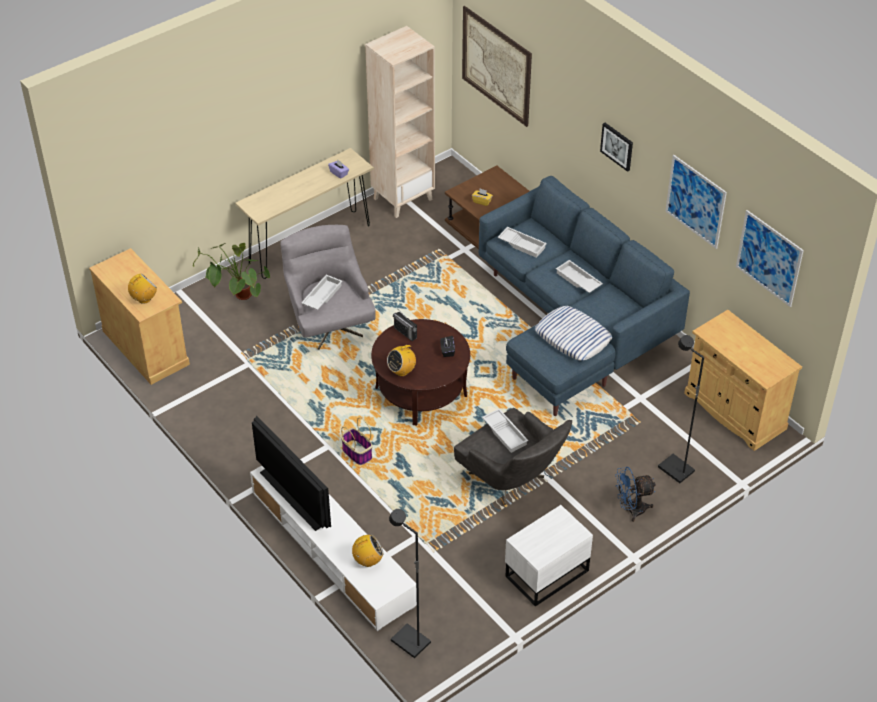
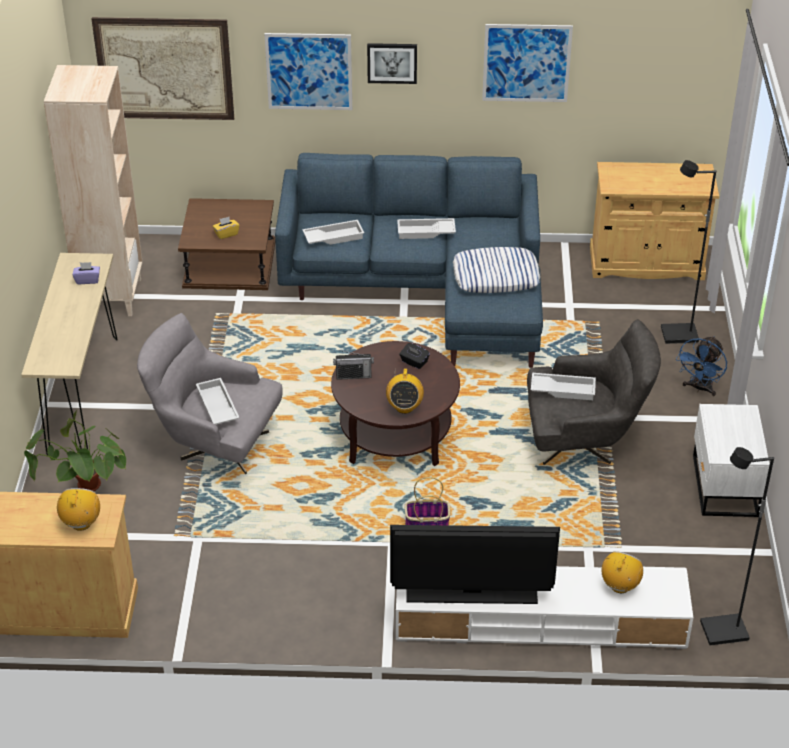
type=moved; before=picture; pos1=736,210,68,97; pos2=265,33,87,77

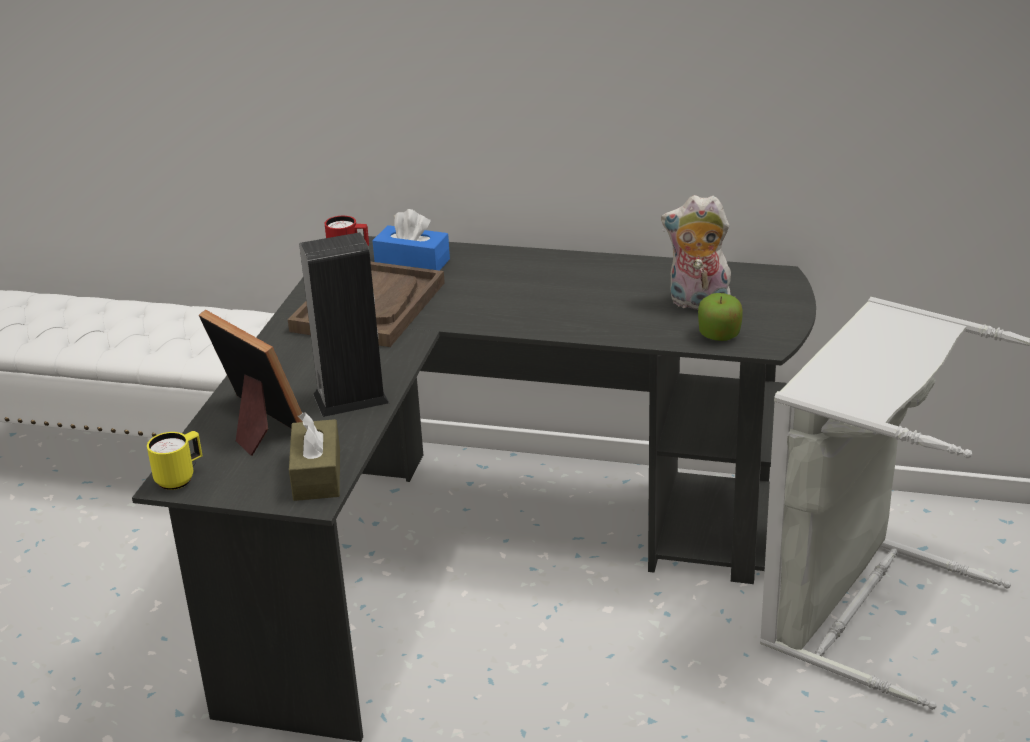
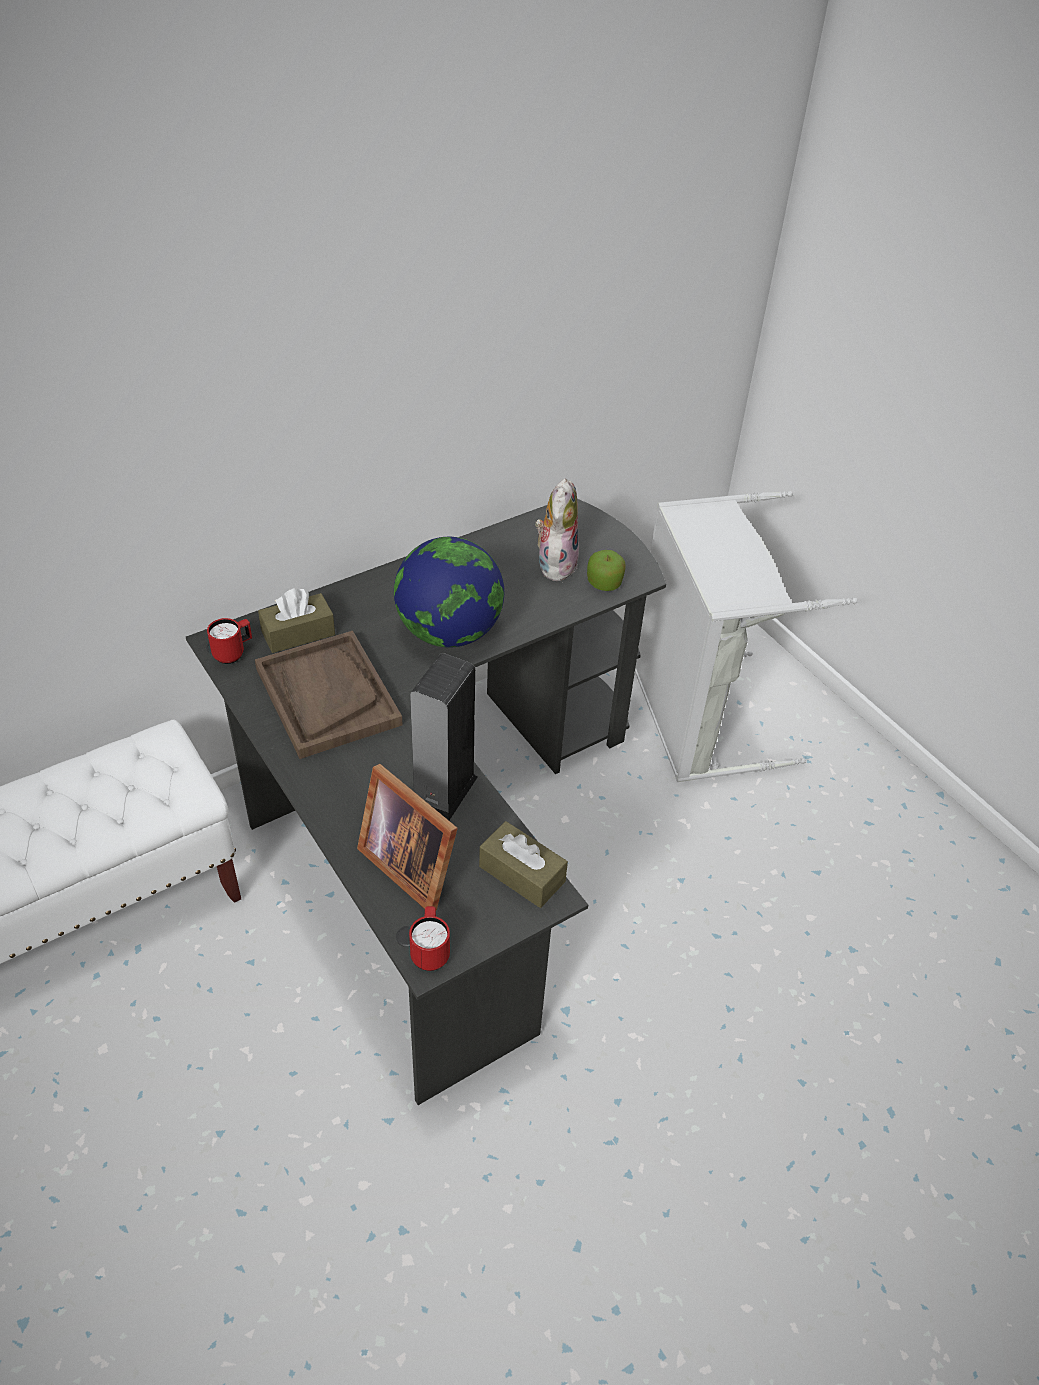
type=recoloured; before=tissue box (blue); after=tissue box (brown); pos1=372,209,78,62; pos2=258,588,77,65
type=turned; before=picture frame; pos1=199,310,104,146; pos2=357,764,101,146; turn=-135
type=added; after=globe; pos2=394,537,110,110
type=recoloured; before=mug (yellow); after=mug (red); pos1=147,431,56,59; pos2=409,906,41,65
type=turned; before=plush toy; pos1=661,195,73,115; pos2=535,478,44,103; turn=135

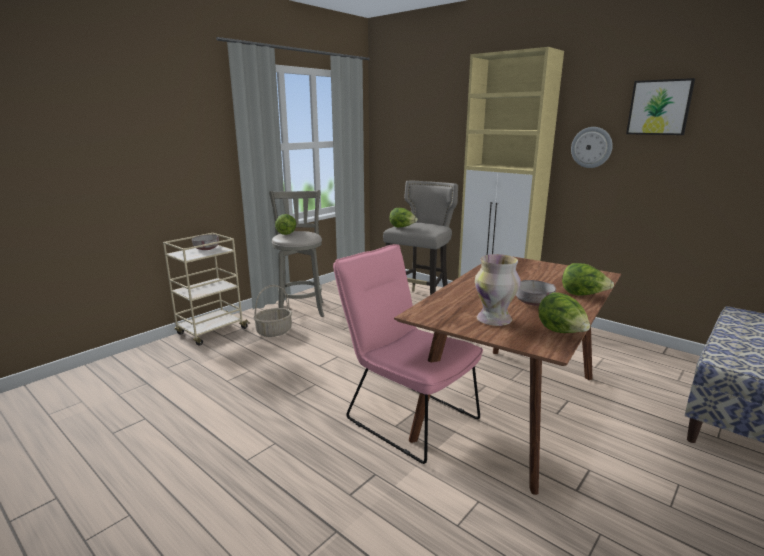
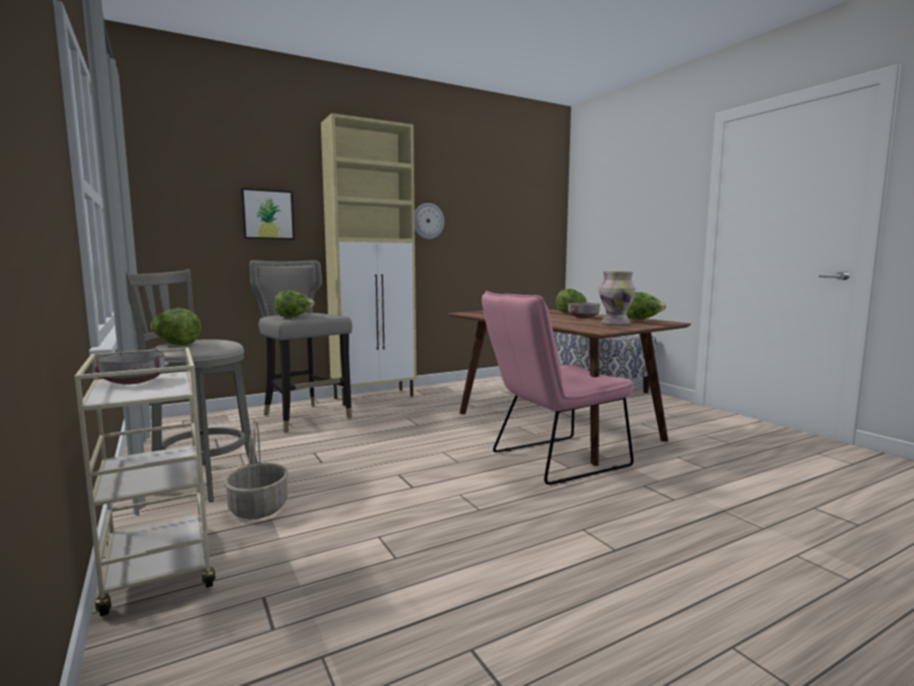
type=moved; before=picture; pos1=626,78,69,57; pos2=241,188,54,52

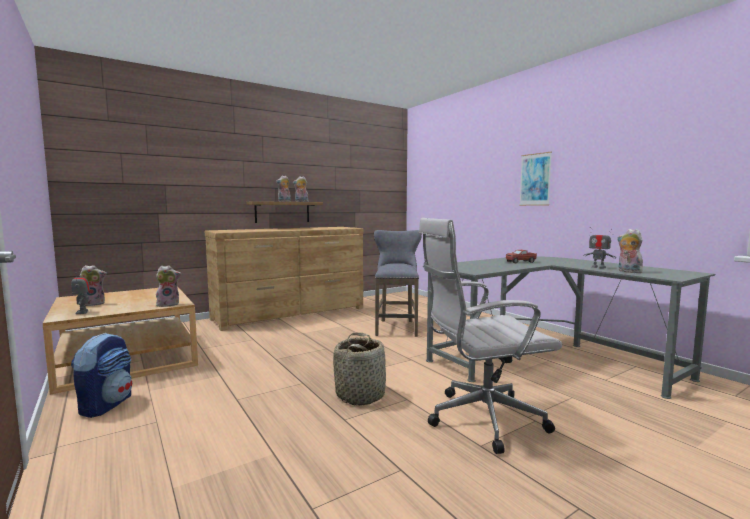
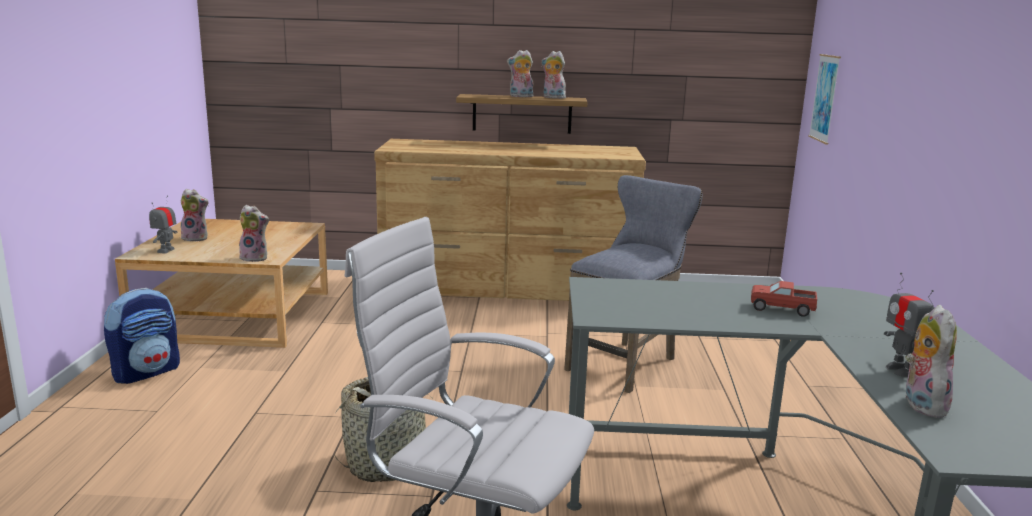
type=moved; before=picture; pos1=519,152,33,54; pos2=808,54,33,91

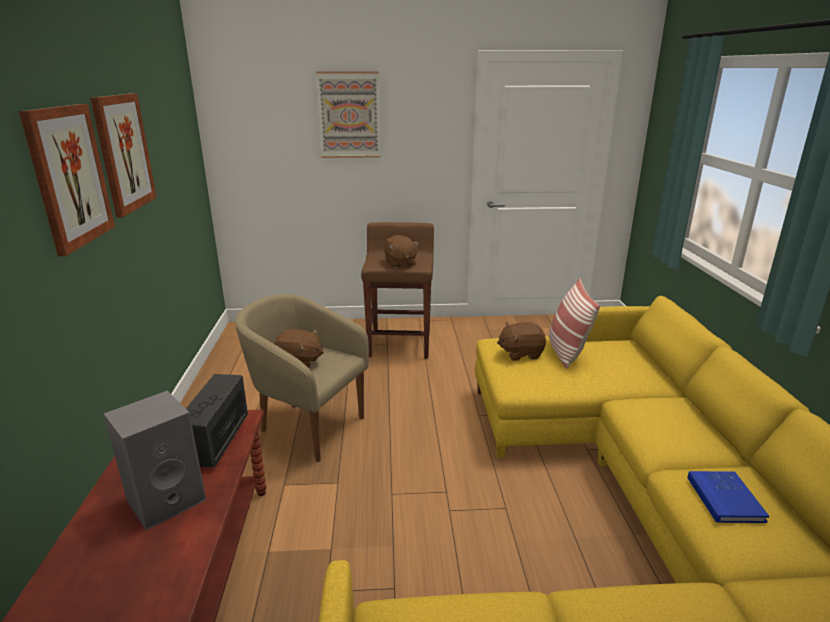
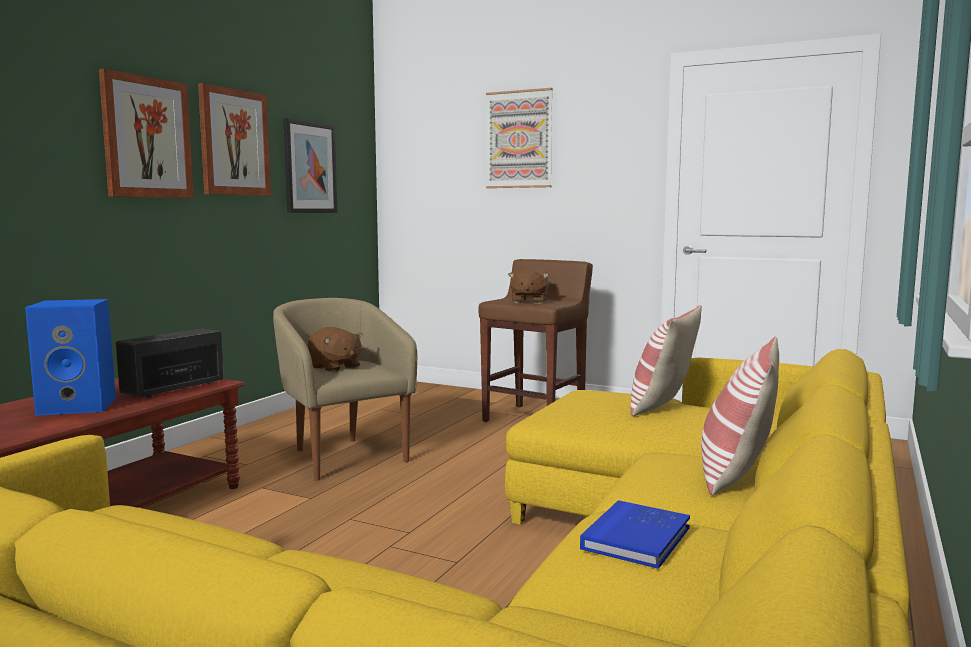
type=recoloured; before=speaker (grey); after=speaker (blue); pos1=104,390,102,140; pos2=25,299,91,117
type=added; after=picture; pos2=283,118,55,95
type=added; after=pillow; pos2=701,337,78,158
type=removed; before=plush toy (brown); pos1=497,322,49,39

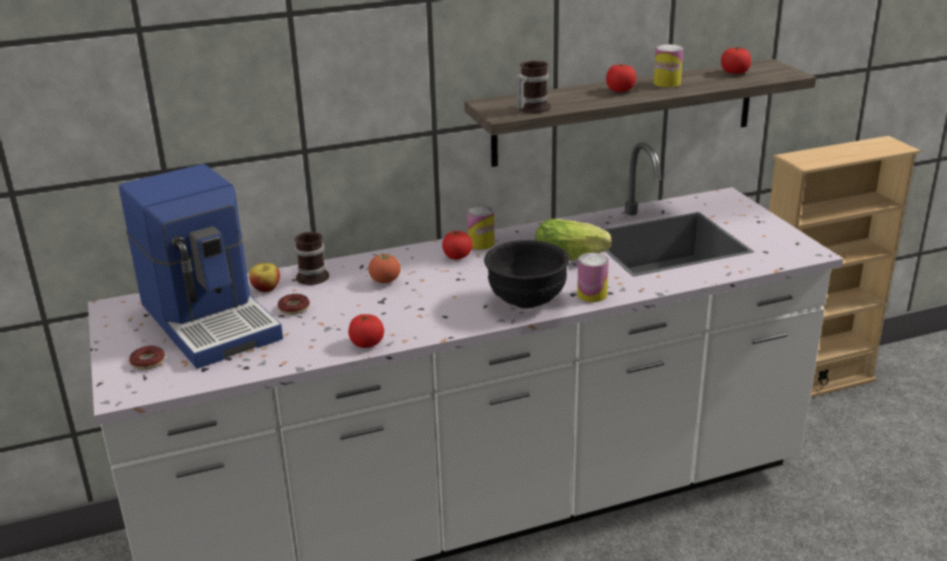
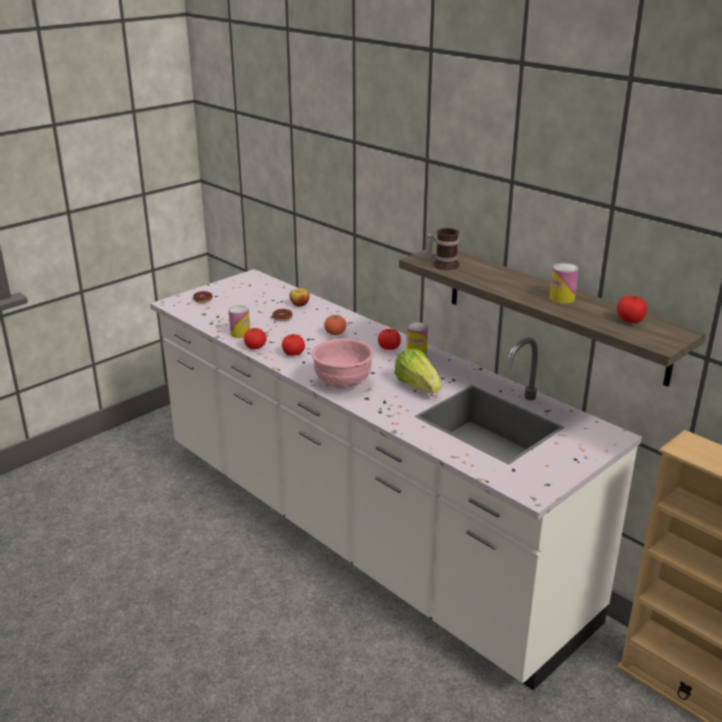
type=moved; before=can; pos1=577,253,32,49; pos2=229,305,21,33
type=moved; before=tomato; pos1=606,64,30,28; pos2=282,333,23,23
type=recoloured; before=bowl (black); after=bowl (pink); pos1=484,240,86,69; pos2=311,339,63,50
type=removed; before=coffee machine; pos1=119,164,164,205
type=removed; before=mug; pos1=294,232,35,53

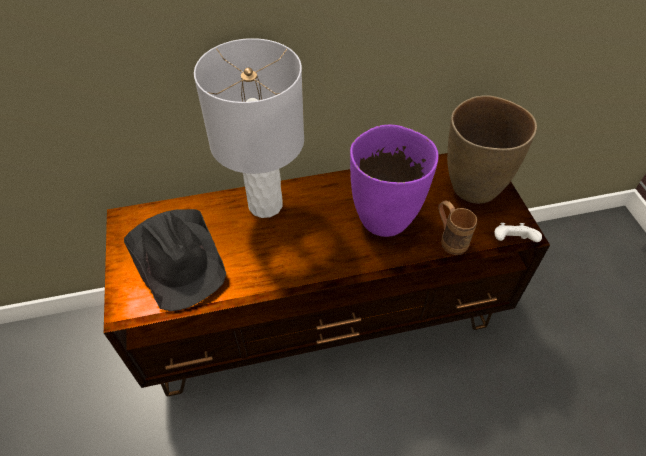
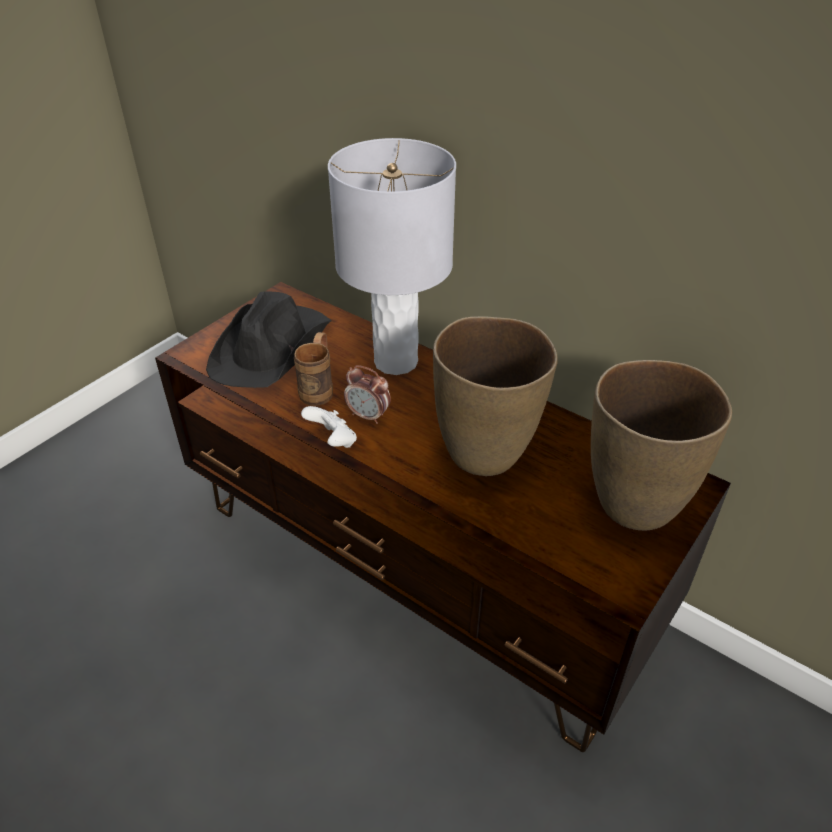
type=moved; before=mug (brown); pos1=438,200,39,55; pos2=294,332,39,74
type=moved; before=game controller (white); pos1=494,223,48,19; pos2=301,406,56,42
type=added; after=alarm clock; pos2=344,365,47,59
type=recoloured; before=vase (purple); after=vase (brown); pos1=350,125,88,112; pos2=433,316,125,160

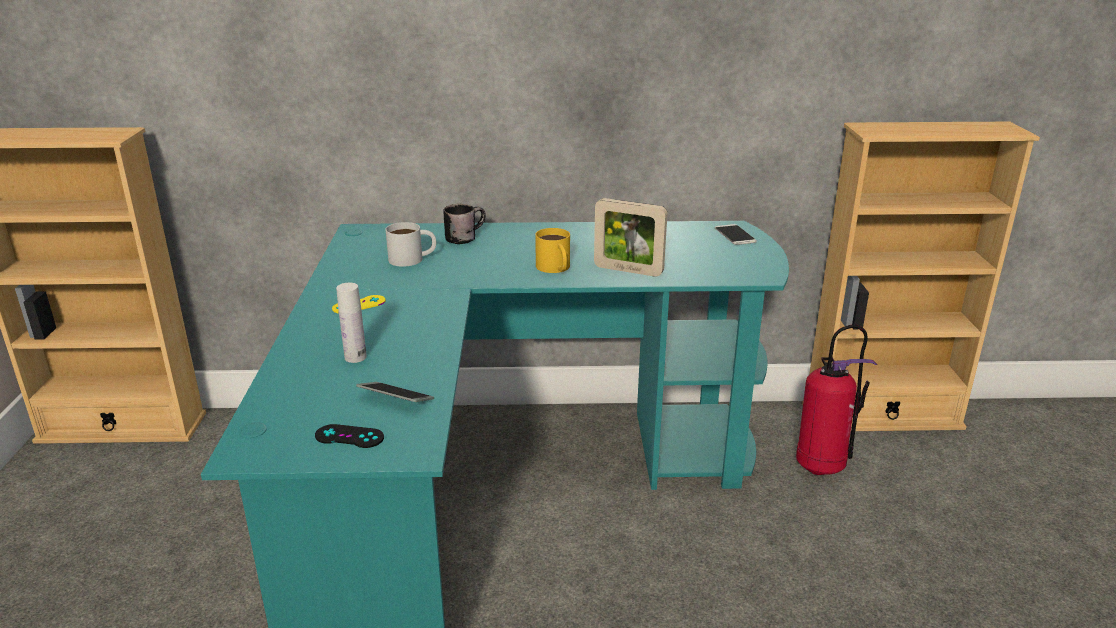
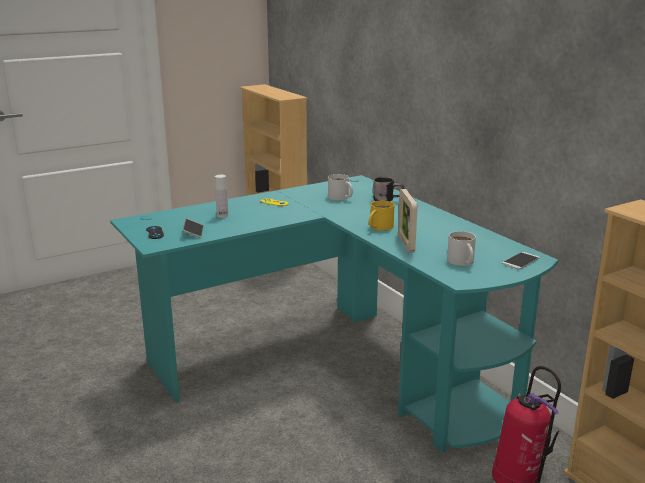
type=added; after=mug (white); pos2=447,231,29,35

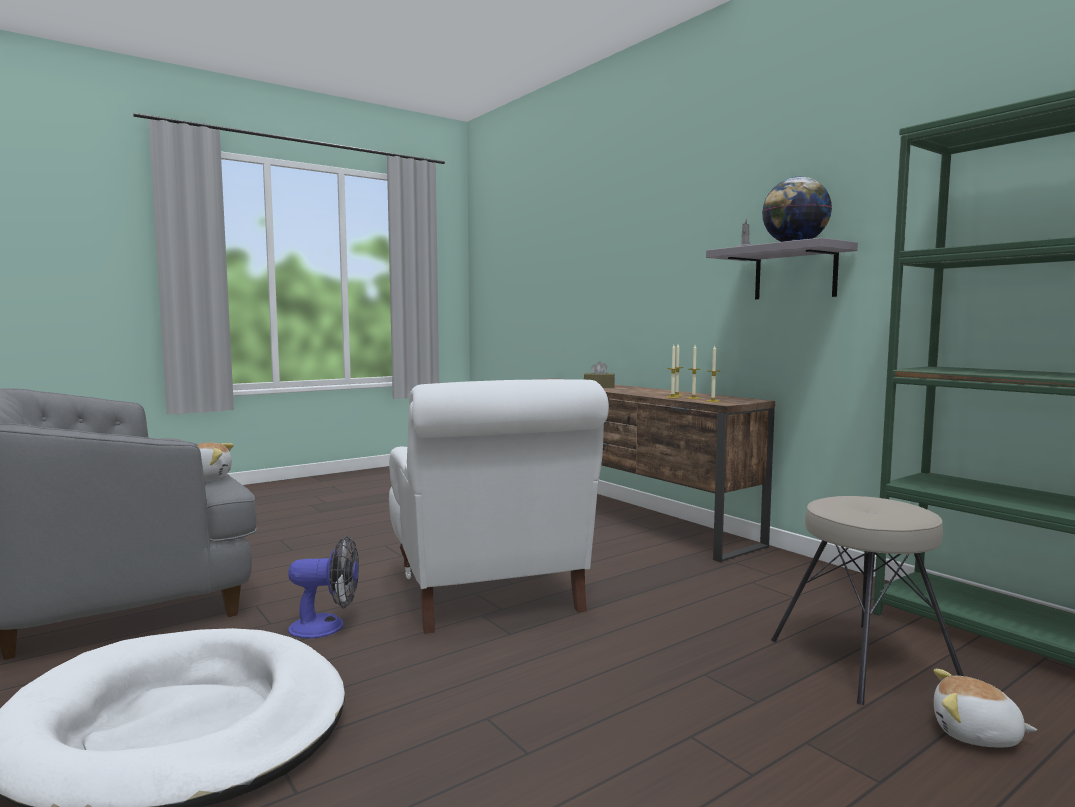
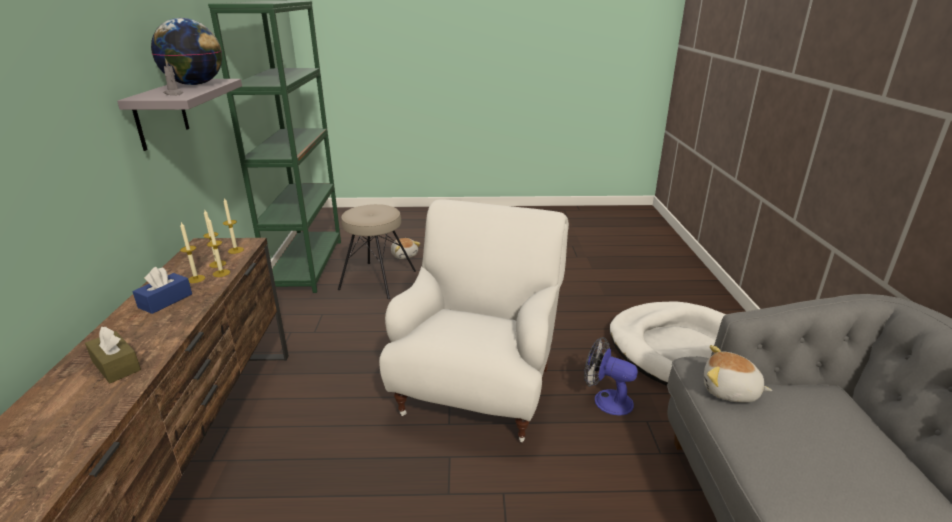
type=added; after=tissue box (blue); pos2=132,267,60,47

